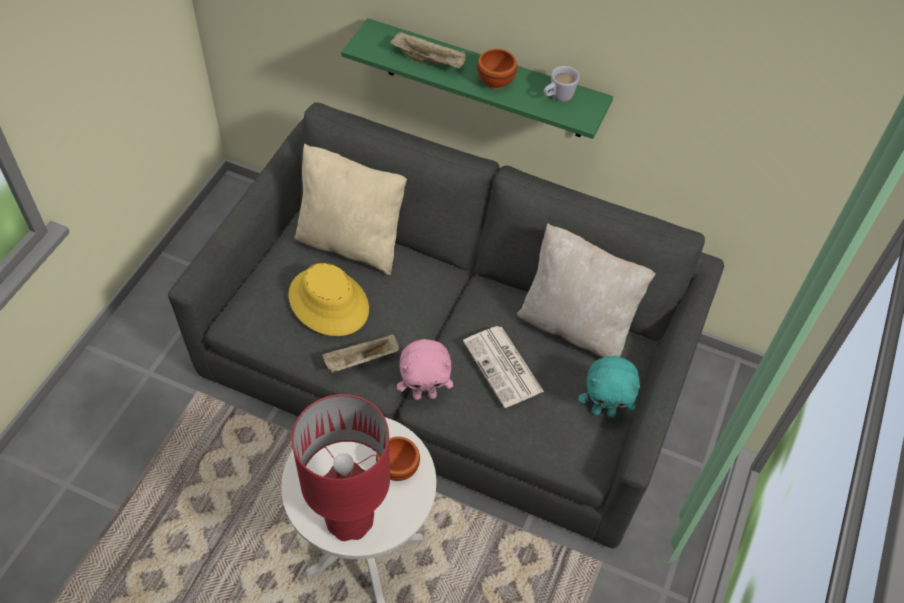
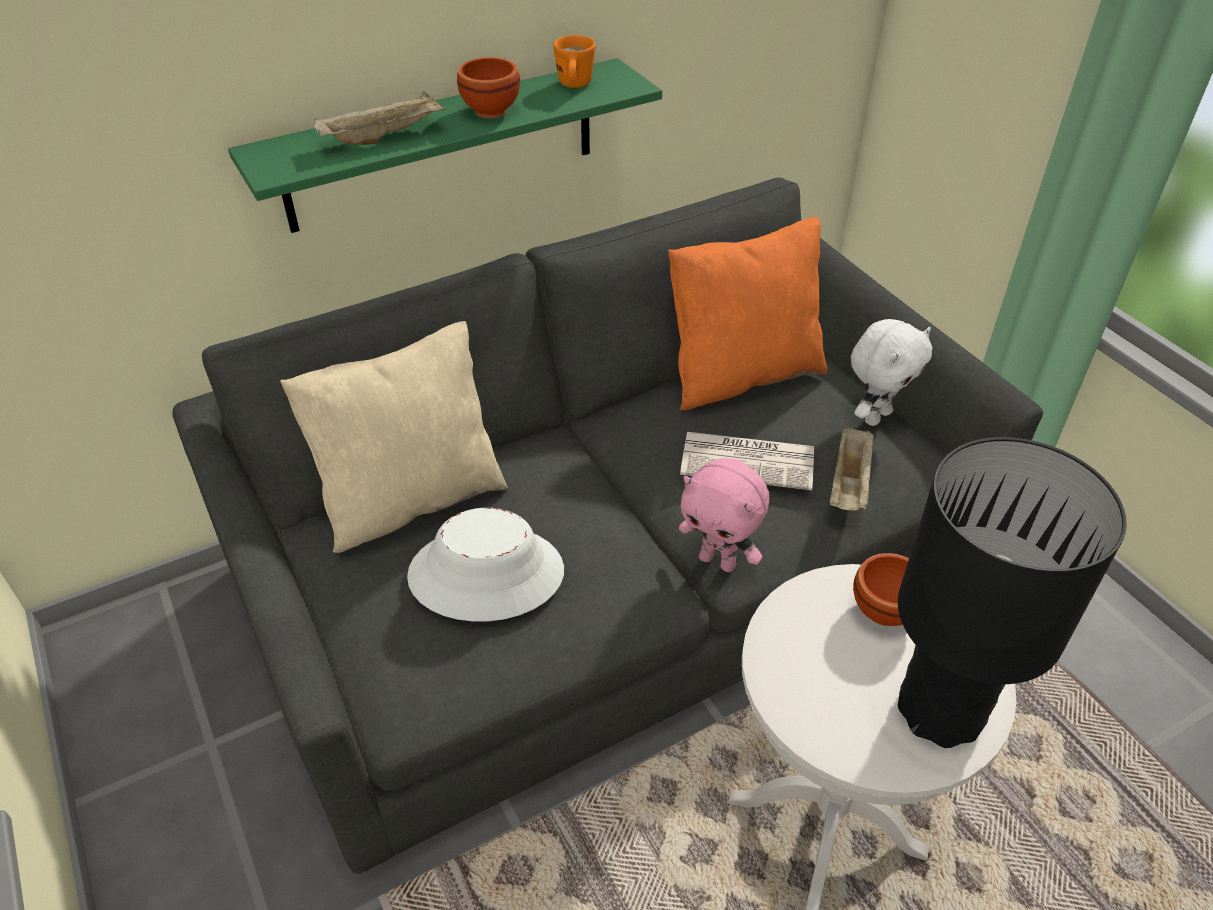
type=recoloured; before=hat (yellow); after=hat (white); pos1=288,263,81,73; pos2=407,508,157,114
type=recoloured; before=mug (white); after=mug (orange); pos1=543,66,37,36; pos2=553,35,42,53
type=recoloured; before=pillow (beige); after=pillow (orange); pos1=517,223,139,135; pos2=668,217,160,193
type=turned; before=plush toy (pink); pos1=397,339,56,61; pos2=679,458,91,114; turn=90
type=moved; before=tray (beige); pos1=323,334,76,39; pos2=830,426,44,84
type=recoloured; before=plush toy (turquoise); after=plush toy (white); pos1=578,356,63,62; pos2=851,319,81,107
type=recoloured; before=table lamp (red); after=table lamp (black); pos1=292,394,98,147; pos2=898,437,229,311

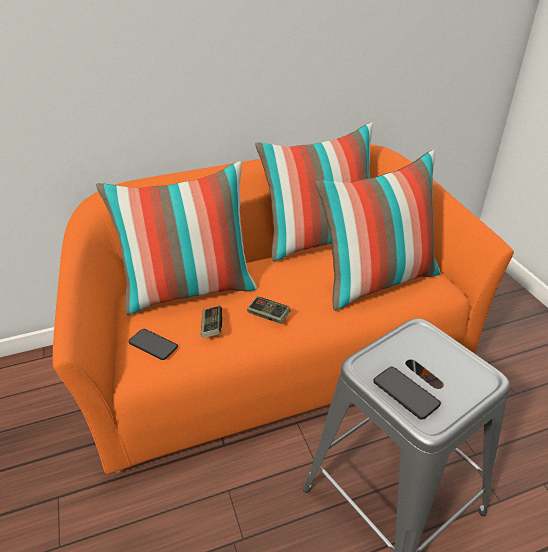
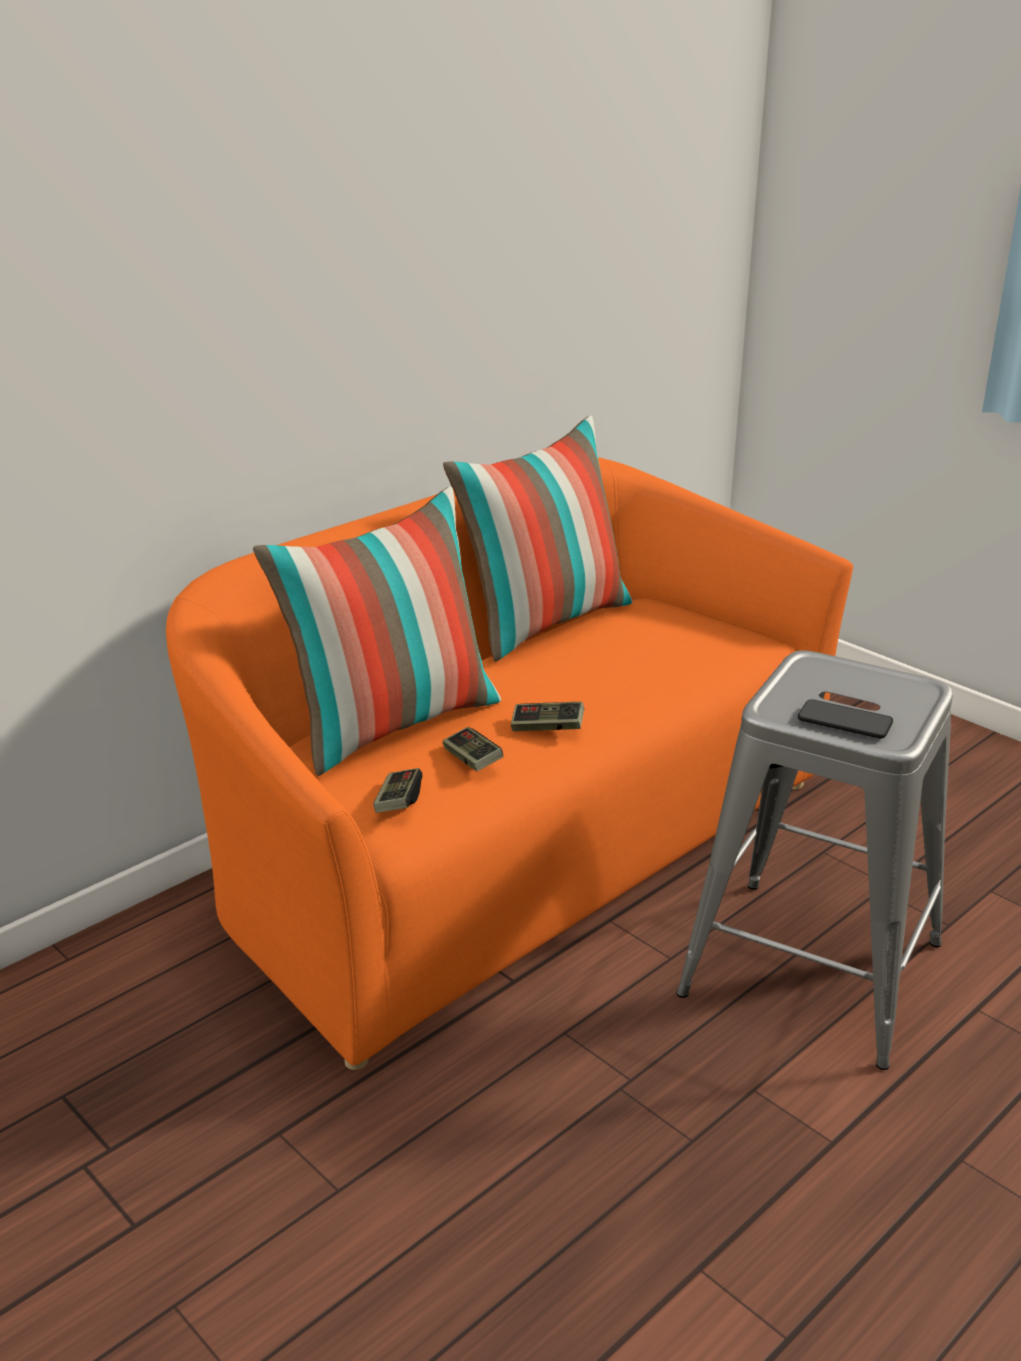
type=replaced; before=phone; after=game controller; pos1=128,329,50,31; pos2=373,768,49,45
type=removed; before=pillow; pos1=315,150,126,161

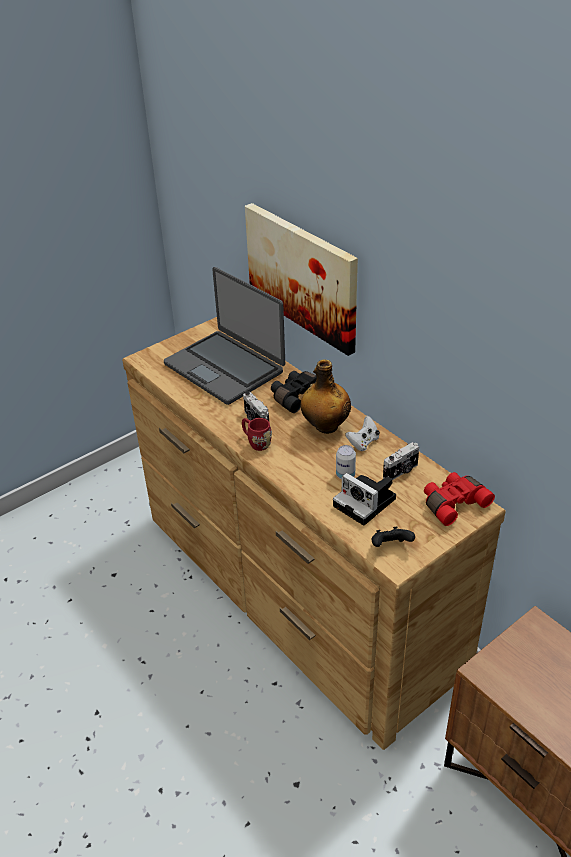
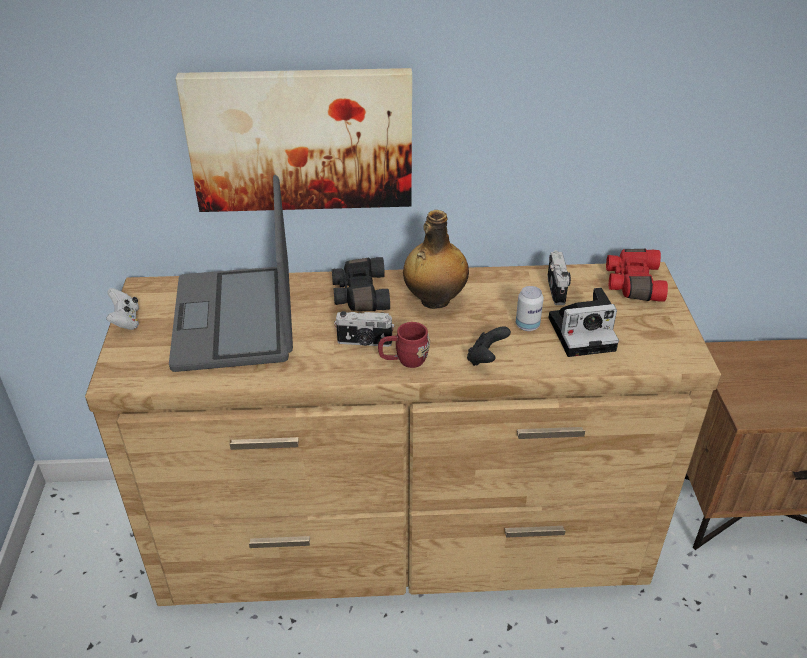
type=moved; before=game controller (white); pos1=345,416,35,35; pos2=106,288,33,42
type=turned; before=laptop; pos1=164,267,121,138; pos2=169,175,124,197; turn=90
type=moved; before=game controller (black); pos1=372,526,43,21; pos2=467,326,44,40

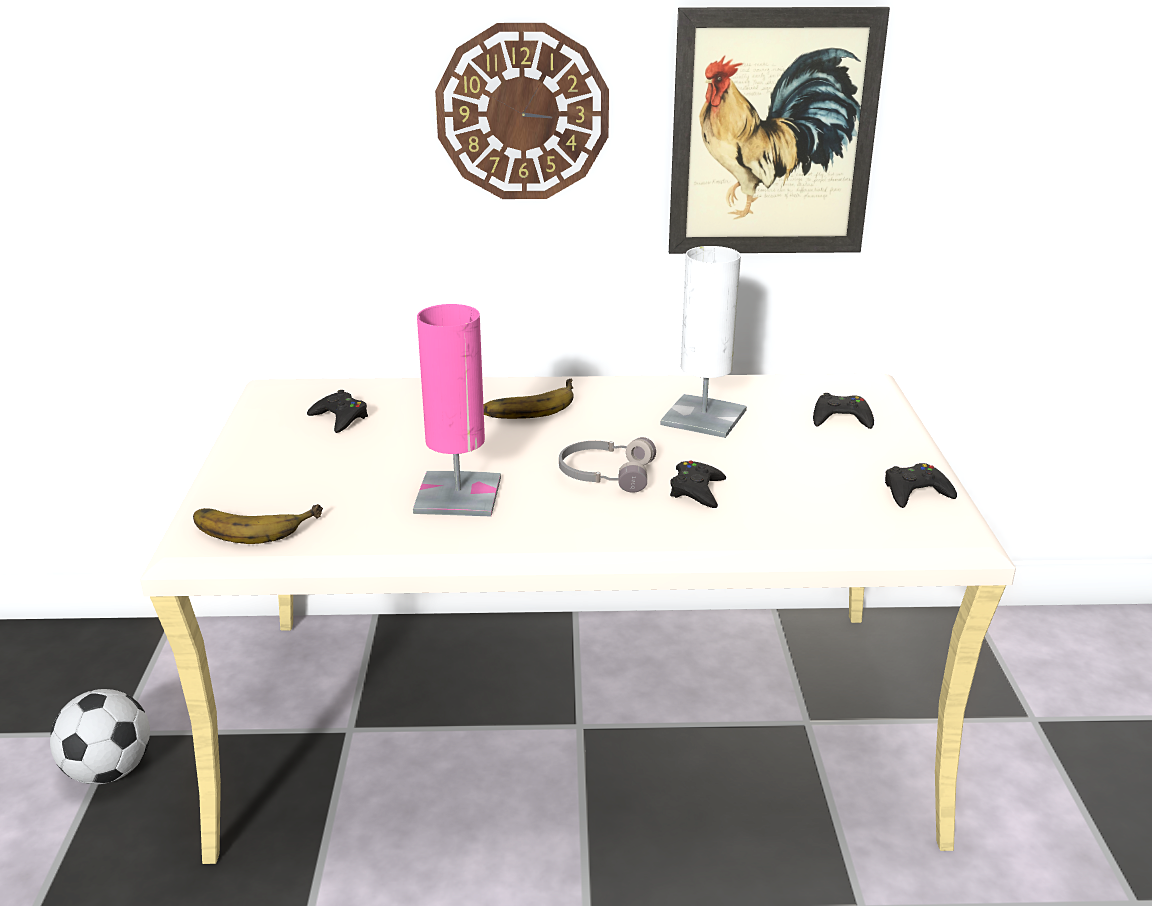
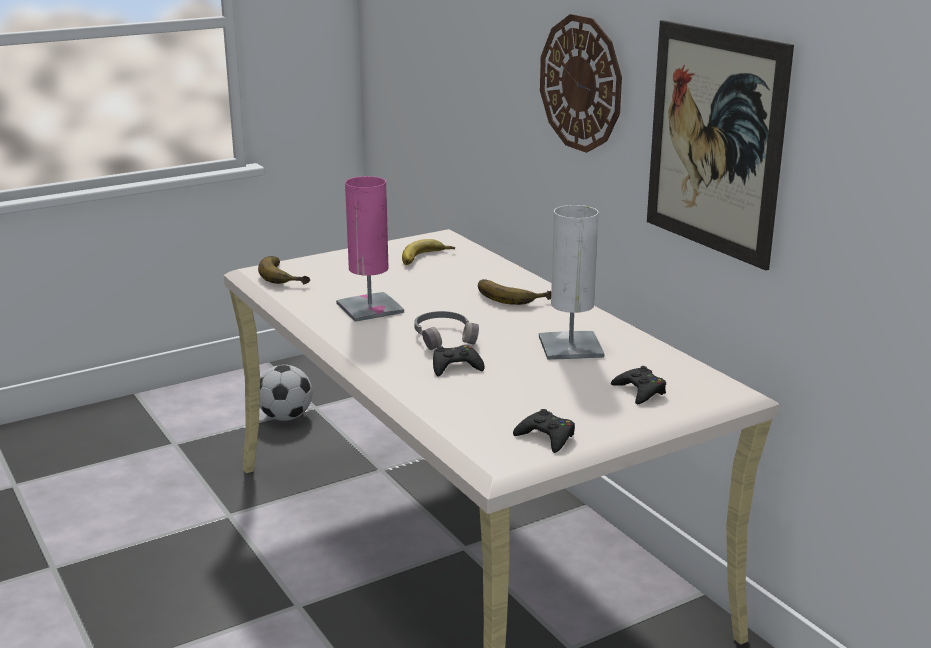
type=replaced; before=game controller (black); after=banana; pos1=307,390,61,43; pos2=402,239,53,26

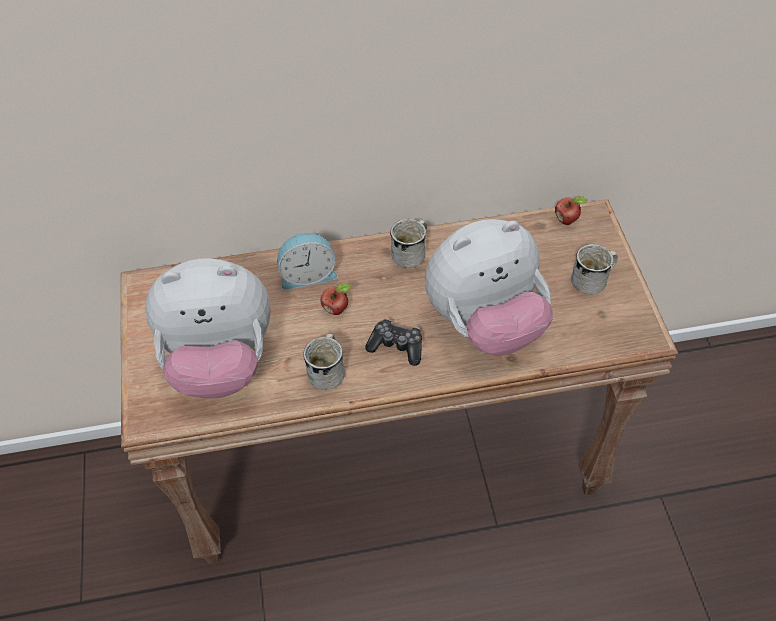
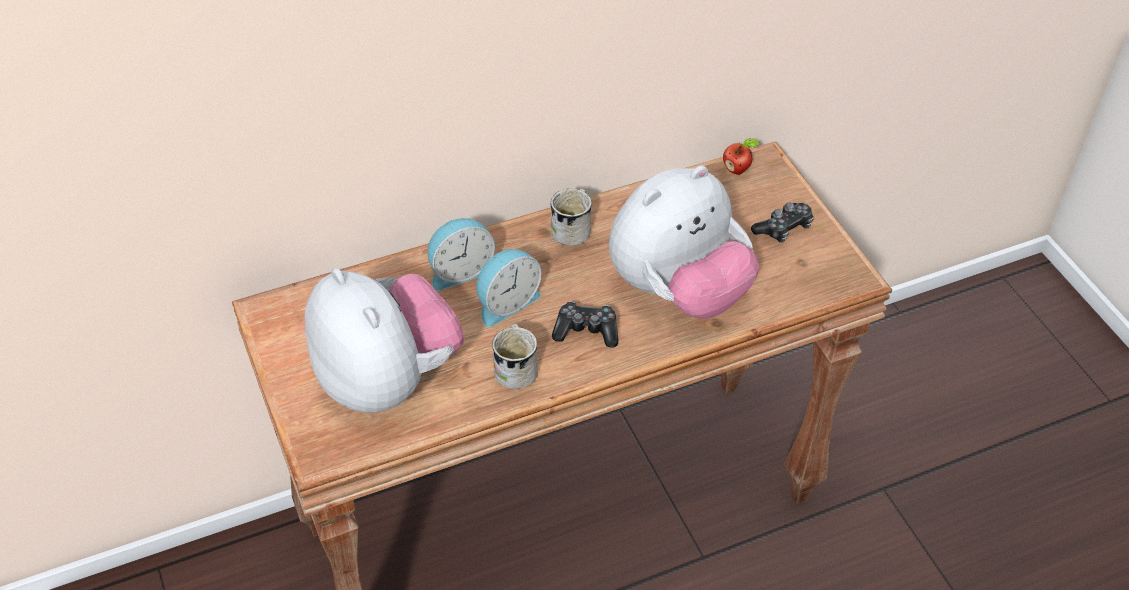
type=turned; before=plush toy; pos1=145,258,126,141; pos2=304,268,160,145; turn=-105
type=replaced; before=apple; after=alarm clock; pos1=320,283,32,32; pos2=476,249,66,78
type=replaced; before=mug (white); after=game controller; pos1=571,244,47,51; pos2=751,202,63,41

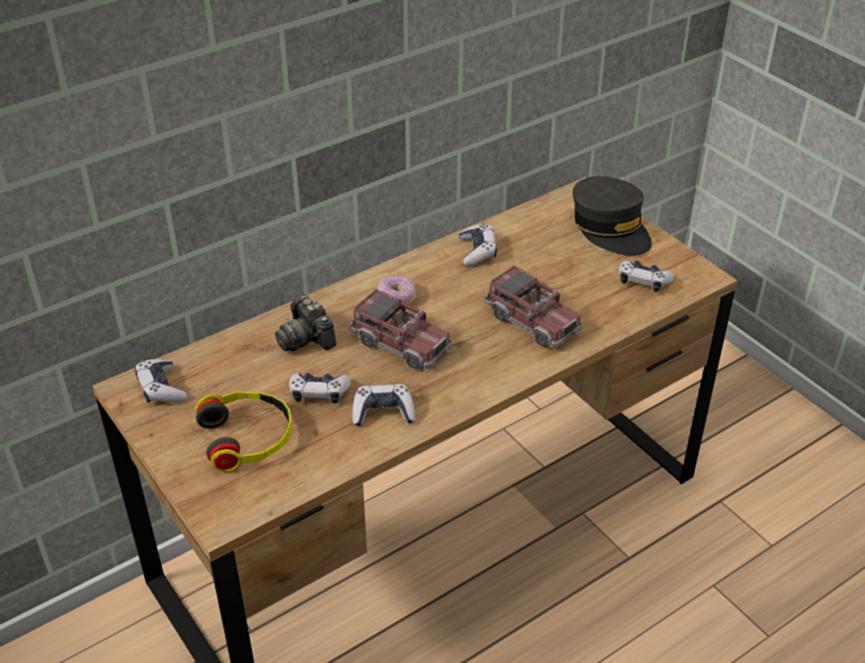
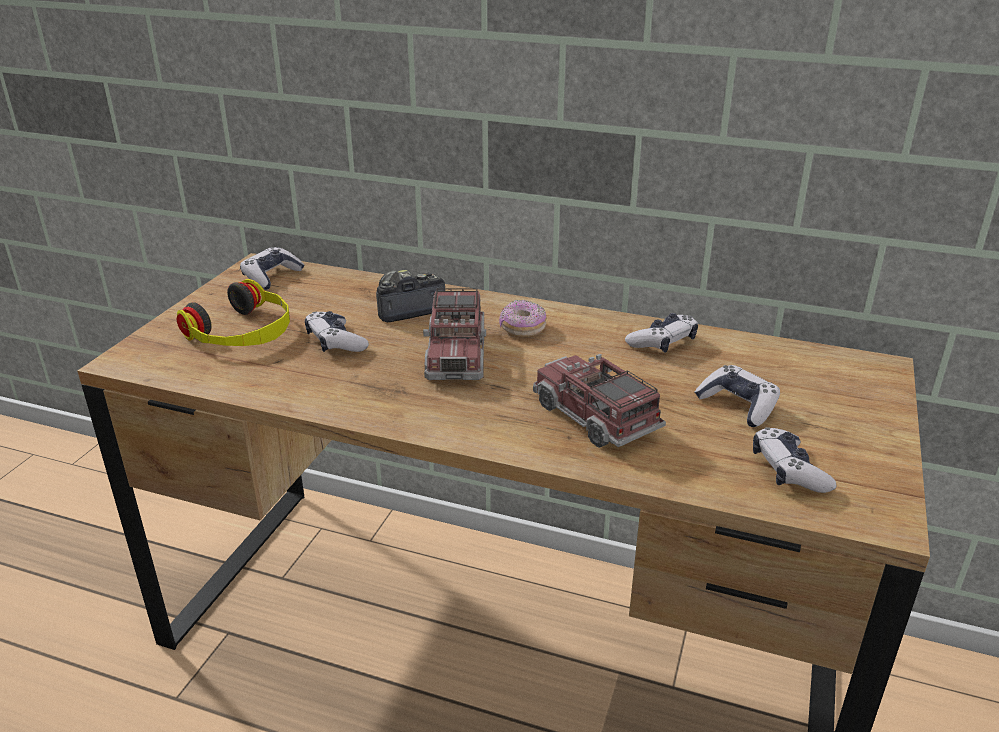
type=turned; before=photo camera; pos1=275,295,61,57; pos2=376,269,69,53; turn=45
type=turned; before=toy truck; pos1=483,266,99,82; pos2=533,354,133,94; turn=135
type=moved; before=game controller; pos1=352,384,63,42; pos2=695,365,85,62
type=removed; before=cap (grey); pos1=573,176,79,80

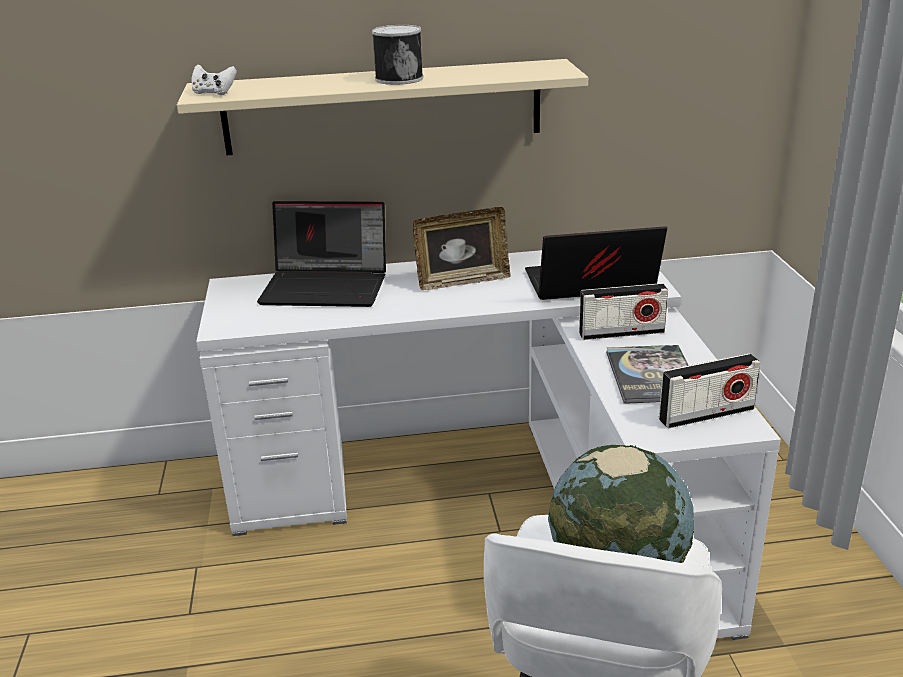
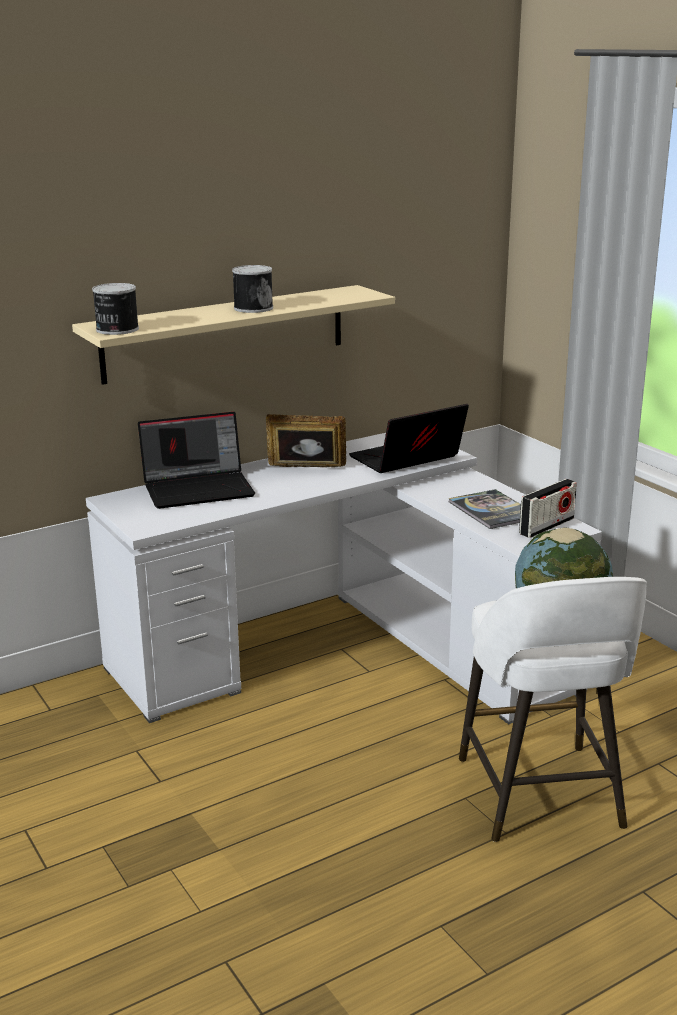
type=replaced; before=game controller (white); after=can; pos1=191,65,46,30; pos2=92,283,47,52
type=turned; before=picture frame; pos1=413,207,98,83; pos2=266,414,80,53; turn=-135
type=removed; before=radio; pos1=579,283,89,57

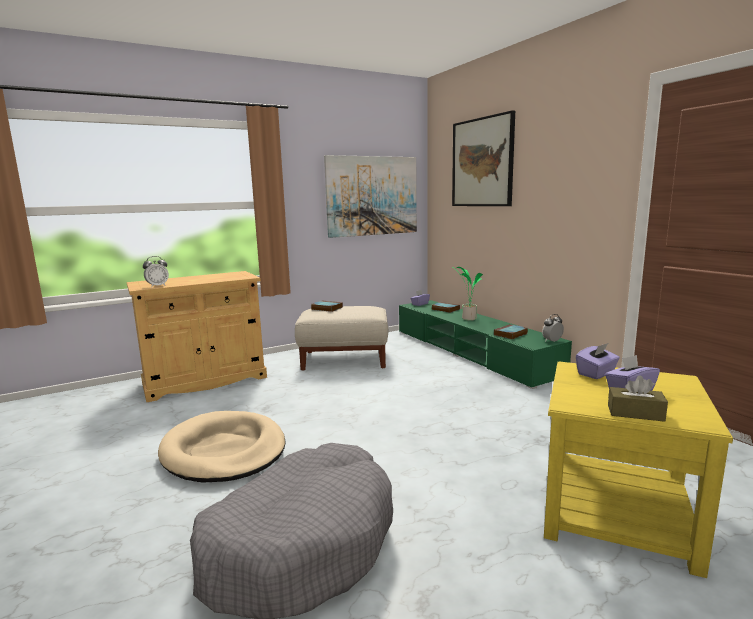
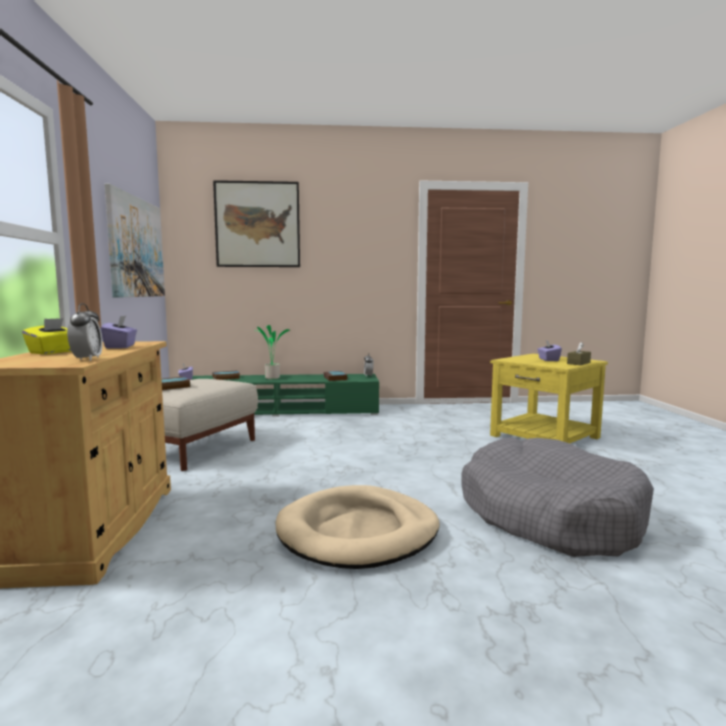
type=added; after=tissue box (yellow); pos2=22,318,49,36
type=moved; before=tissue box (purple); pos1=576,343,44,36; pos2=101,316,36,32

